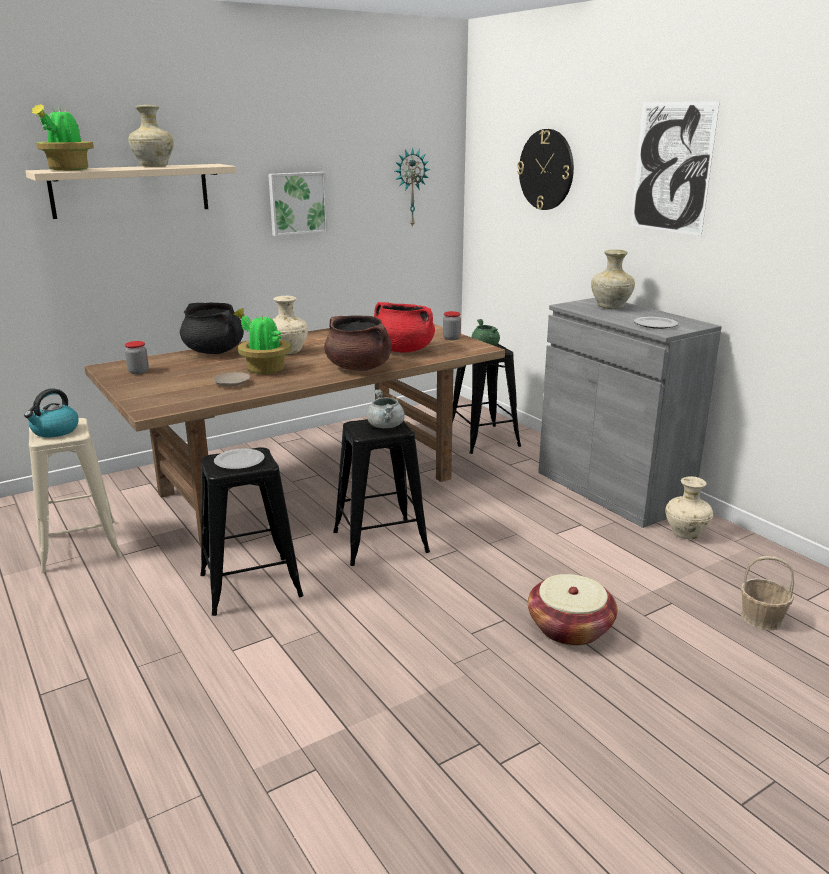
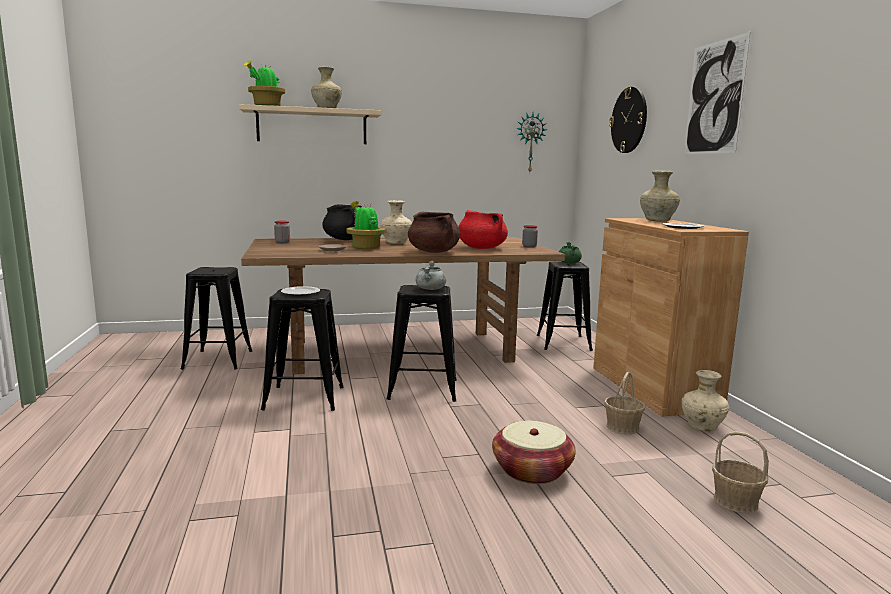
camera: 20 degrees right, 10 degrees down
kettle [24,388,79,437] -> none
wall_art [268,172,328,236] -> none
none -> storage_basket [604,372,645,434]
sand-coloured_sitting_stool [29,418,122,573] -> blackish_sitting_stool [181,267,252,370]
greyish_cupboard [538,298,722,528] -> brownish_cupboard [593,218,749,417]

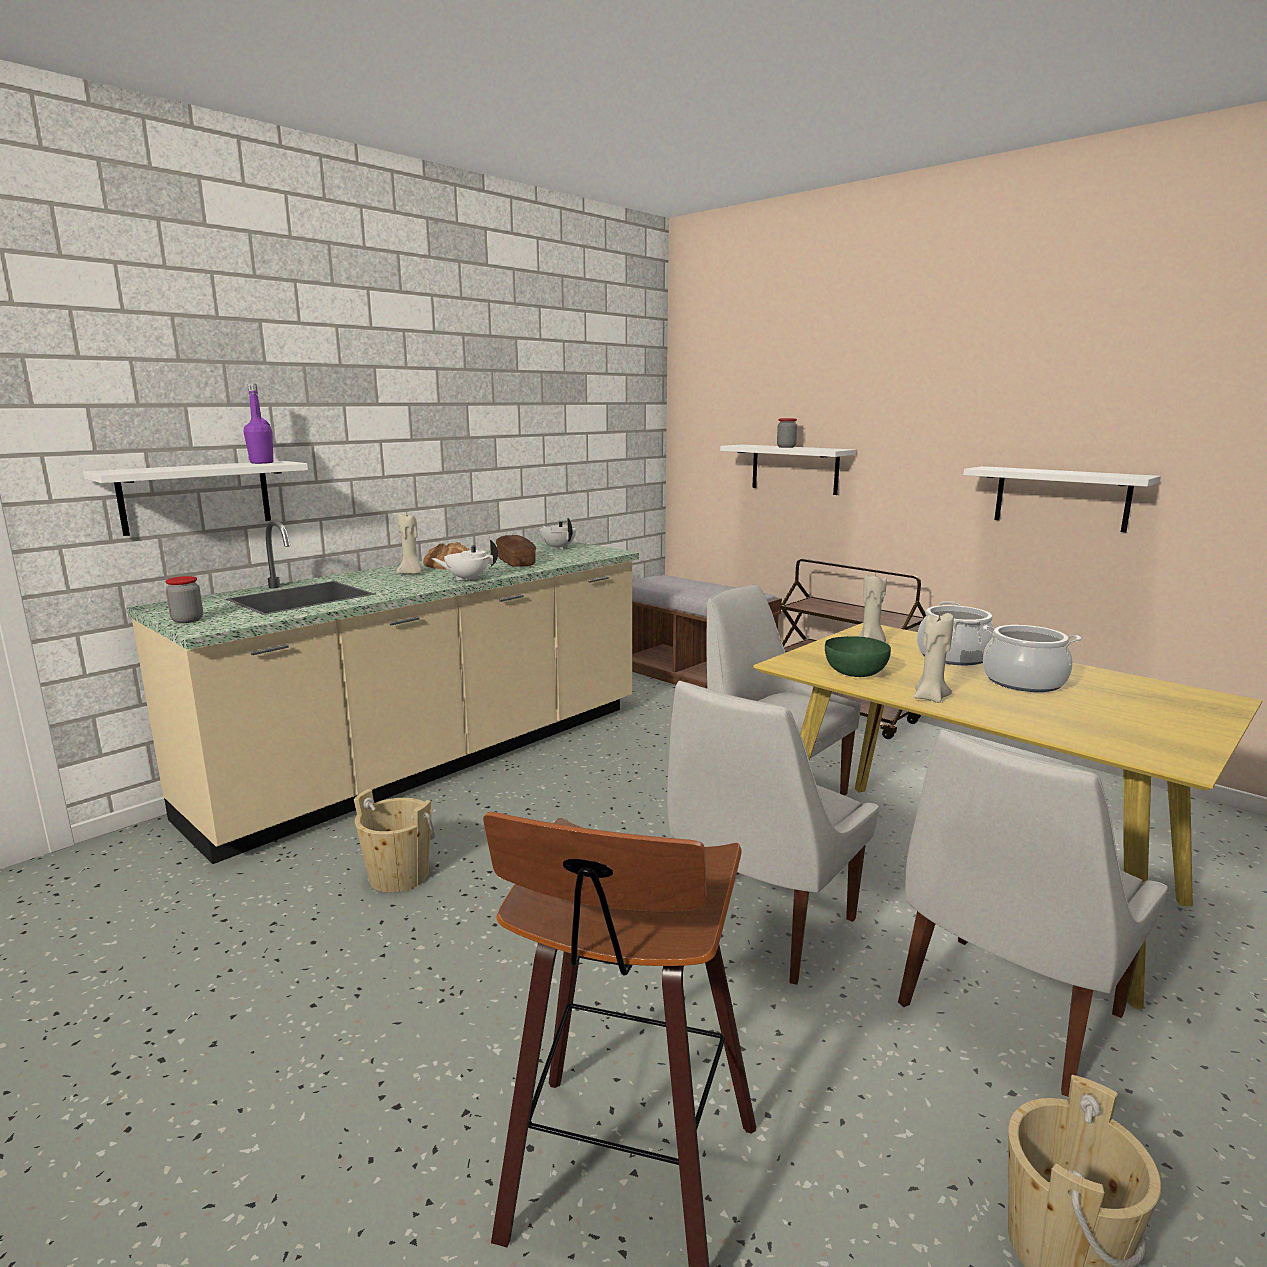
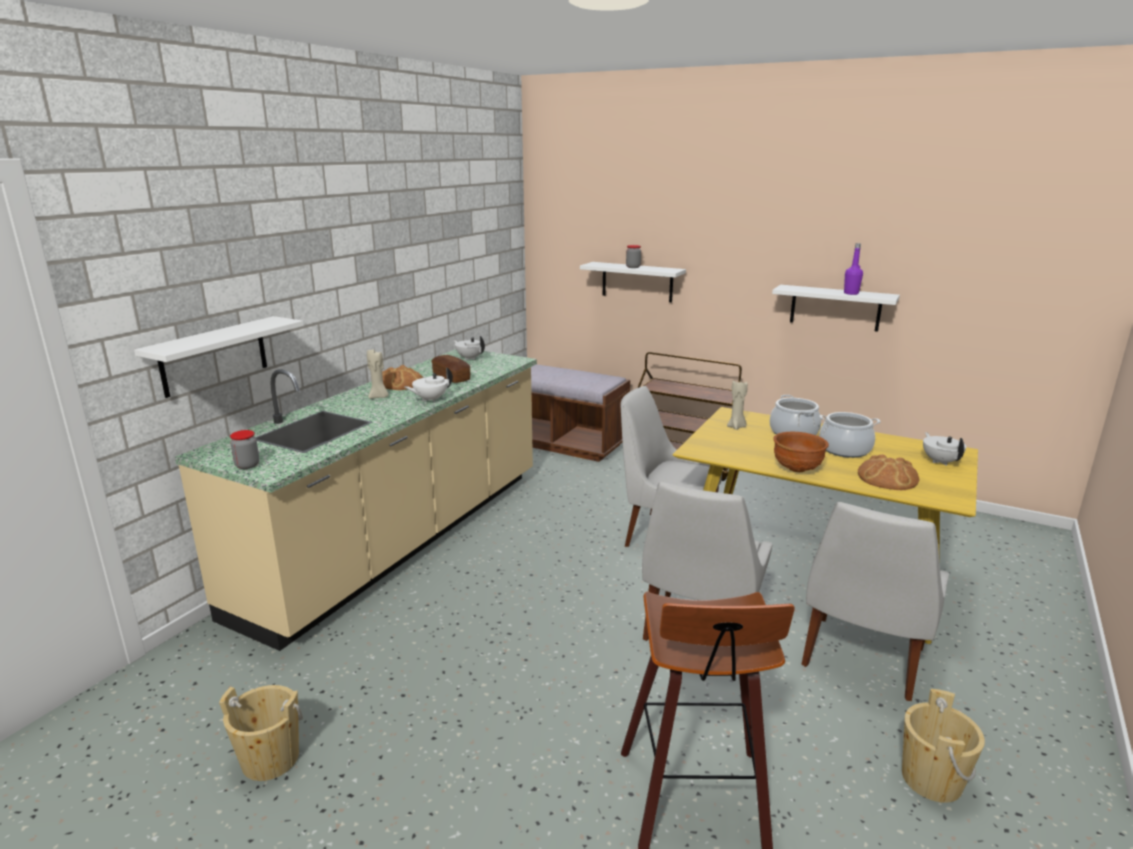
camera: 15 degrees left, 5 degrees up
green-coloured_deep_dish [825,636,891,677] -> none
none -> bread [858,454,919,490]
none -> white-coloured_teapot [923,432,966,466]
purplish_drink_bottle [244,384,273,464] -> purplish_drink_bottle [844,243,863,295], move
sand-coloured_bucket [354,789,435,893] -> sand-coloured_bucket [219,685,303,781], move
sand-coloured_wax_candle [913,613,954,703] -> brownish_deep_dish [774,432,829,472]

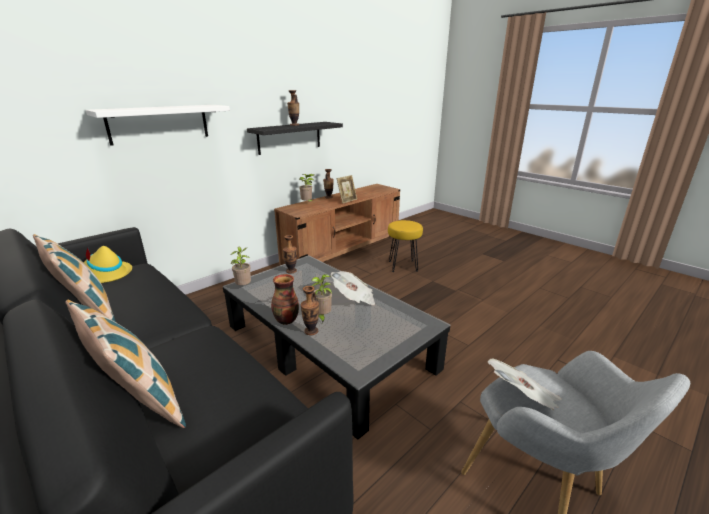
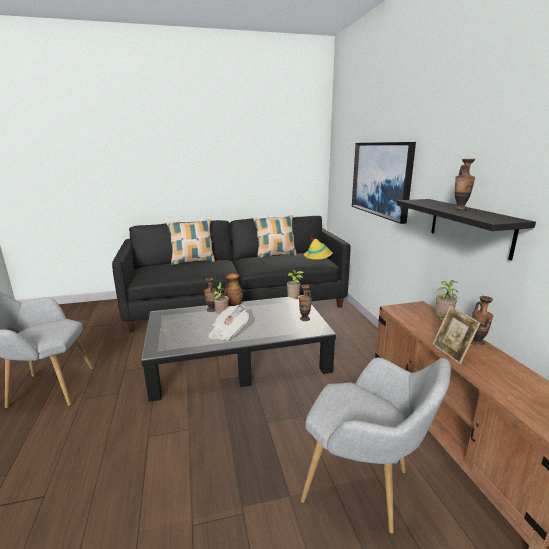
camera: 120 degrees right, 5 degrees down
printed_paper [488,358,562,410] -> none
white-coloured_shelf [86,105,230,146] -> wall_art [352,142,416,224]
yellowish_sitting_stool [388,220,423,272] -> greyish_easy_chair [301,358,451,533]

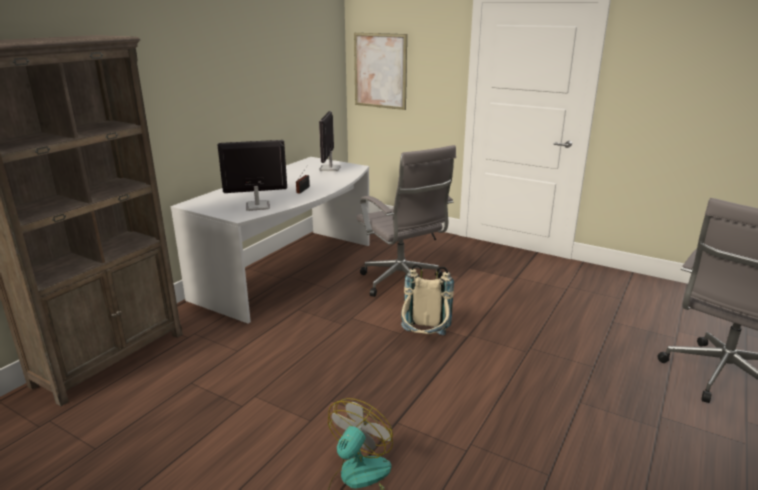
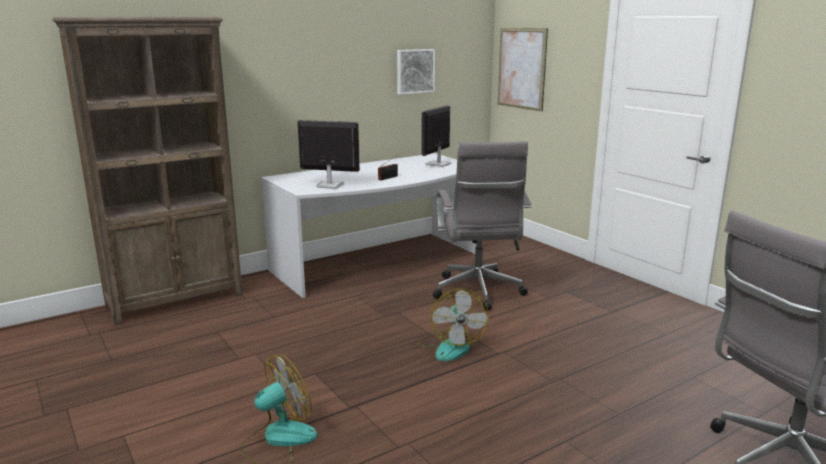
camera: 25 degrees right, 5 degrees down
none -> wall_art [397,49,435,95]
sand-coloured_backpack [401,264,454,335] -> cooling_fan [417,289,489,361]

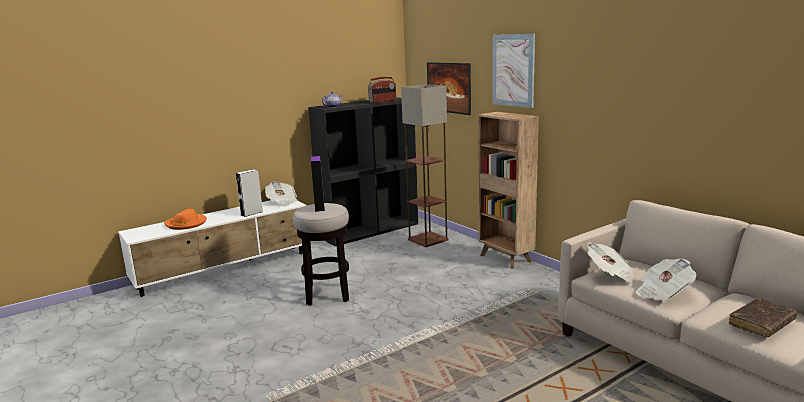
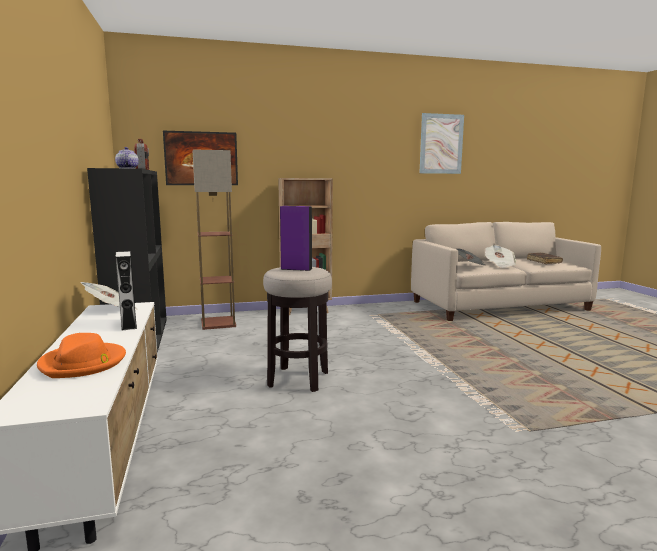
camera: 70 degrees left, 5 degrees down
wall_art [493,34,535,108] -> wall_art [420,113,464,174], move

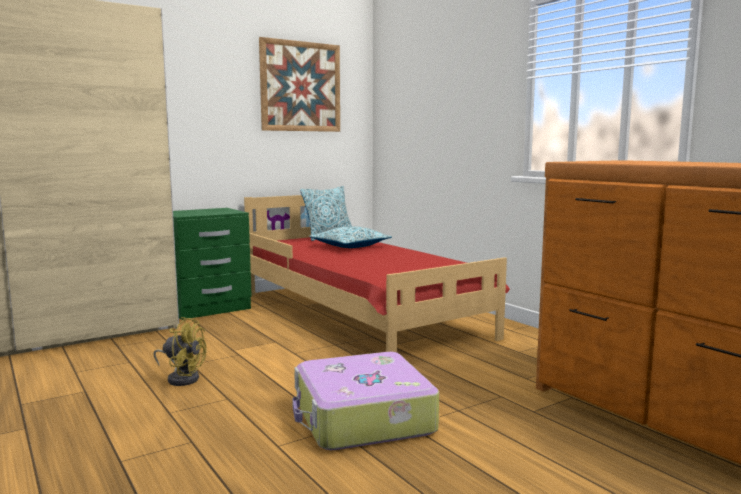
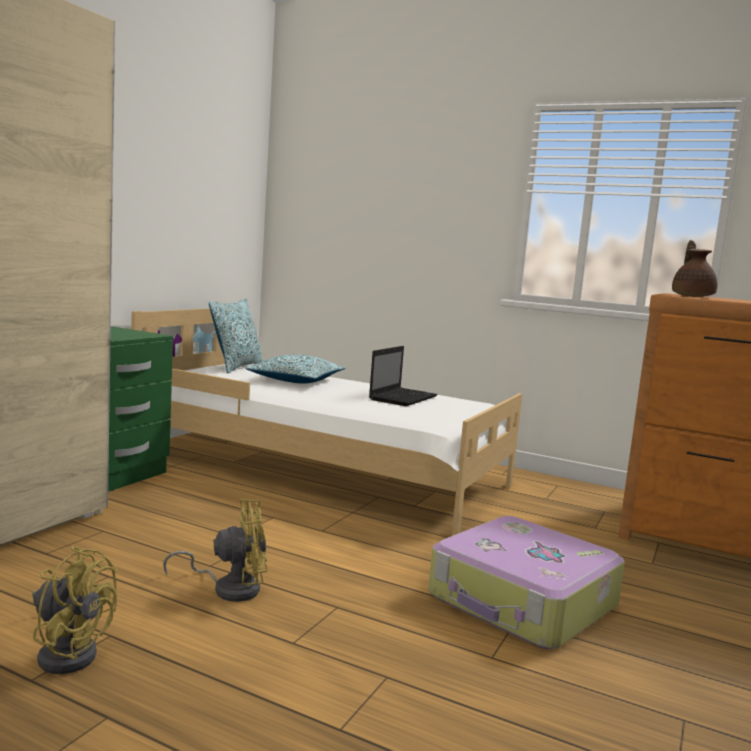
camera: 30 degrees left, 0 degrees up
wall_art [259,37,340,132] -> none
none -> yellowish_cooling_fan [32,546,117,674]
none -> notebook_computer [369,346,438,406]
none -> brownish_teapot [672,240,717,297]
red-coloured_bedroom_bed [244,195,510,352] -> white-coloured_bedroom_bed [131,308,522,535]

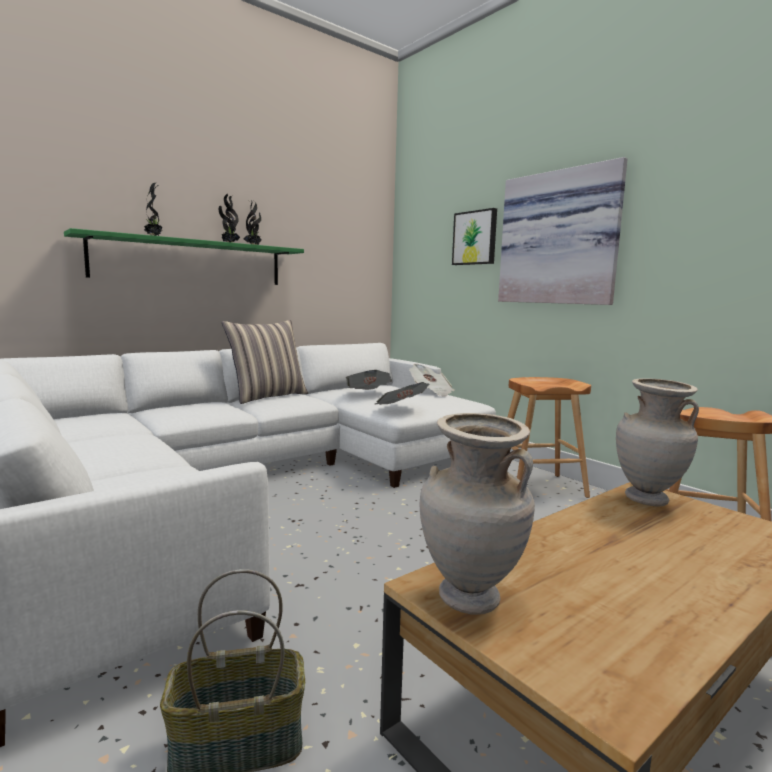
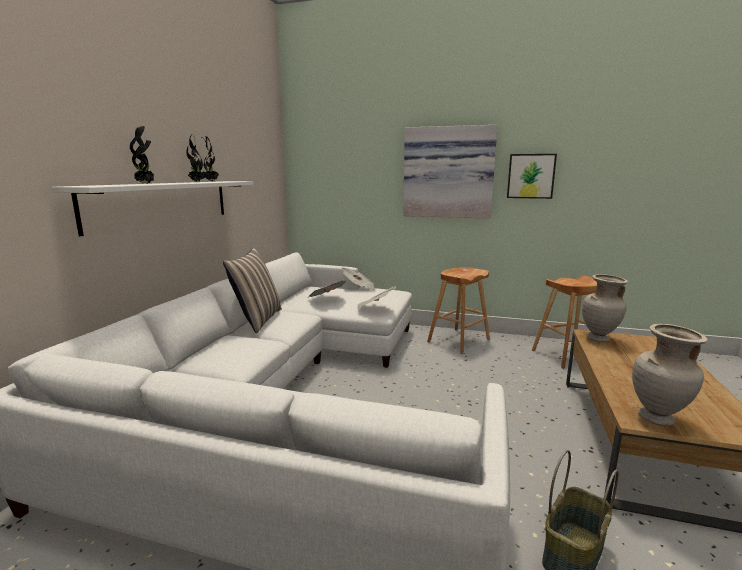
camera: 35 degrees left, 5 degrees up
wall_art [452,208,497,265] -> wall_art [507,154,557,199], move
green-coloured_shelf [64,228,304,285] -> white-coloured_shelf [52,181,253,236]

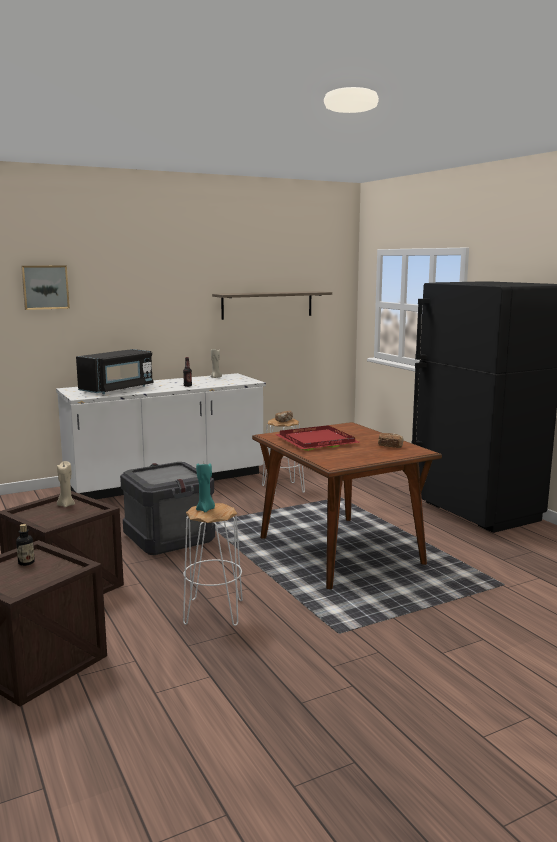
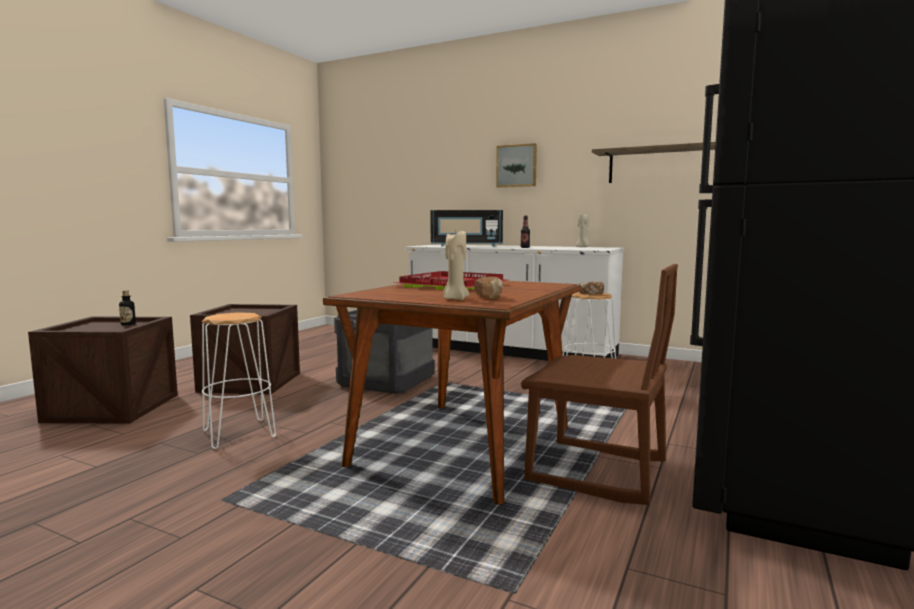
camera: 55 degrees right, 5 degrees down
blue-green_wax_candle [196,463,215,512] -> none
none -> brownish_plain_chair [521,264,678,505]
wall_art [21,266,70,310] -> wall_art [496,143,537,187], move
sand-coloured_wax_candle [57,461,75,507] -> sand-coloured_wax_candle [443,231,469,300], move

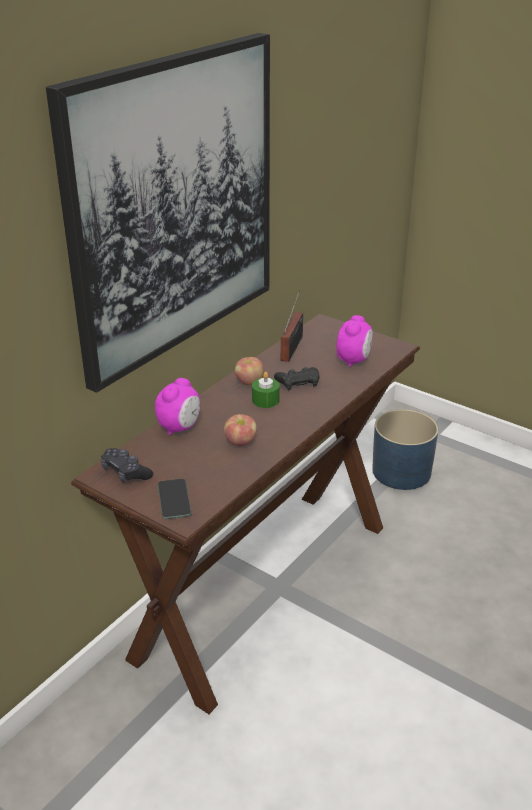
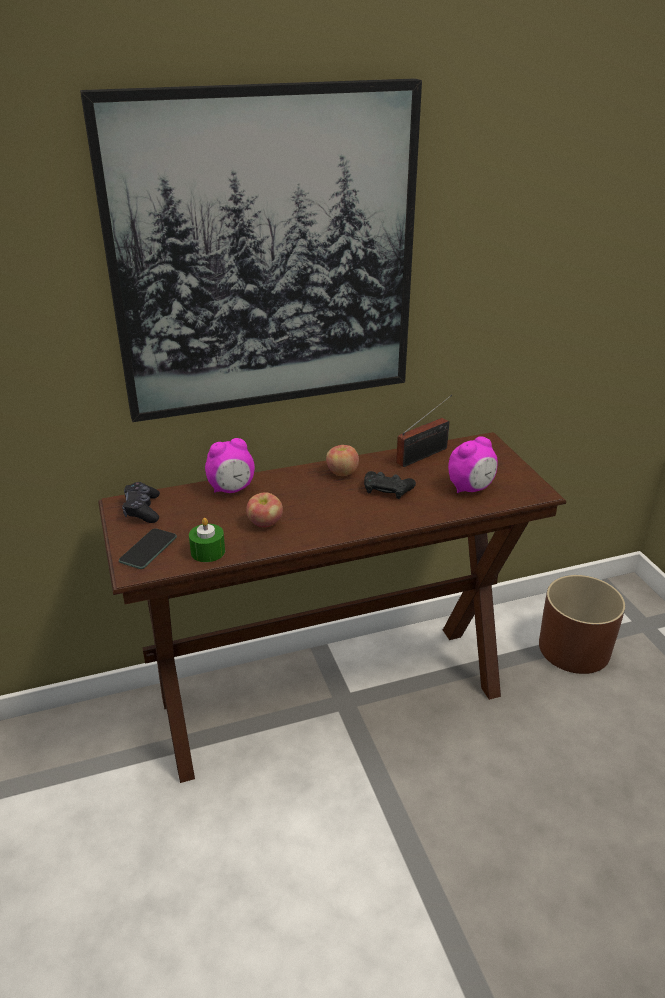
camera: 35 degrees right, 0 degrees up
green-coloured_wax_candle [252,372,280,408] -> green-coloured_wax_candle [189,518,225,562], move
bluish_plant_pot [372,409,438,490] -> brownish_plant_pot [539,575,625,674]

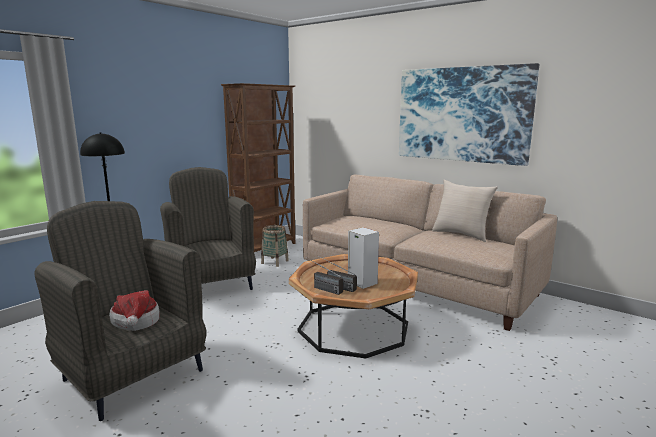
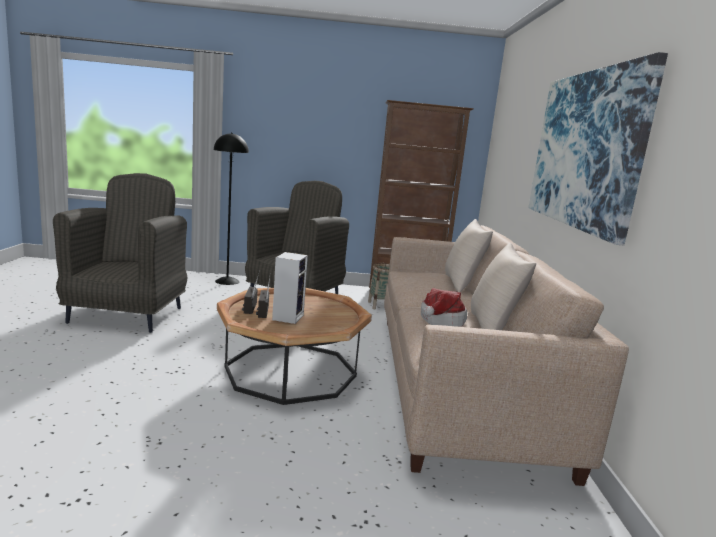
camera: 50 degrees right, 0 degrees up
none -> sand-coloured_throw_pillow [445,219,493,292]
hat [109,290,159,331] -> hat [421,288,467,327], move

